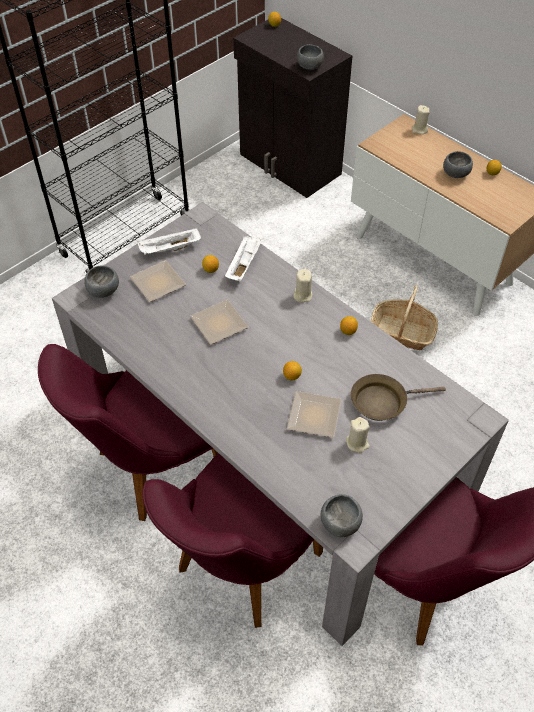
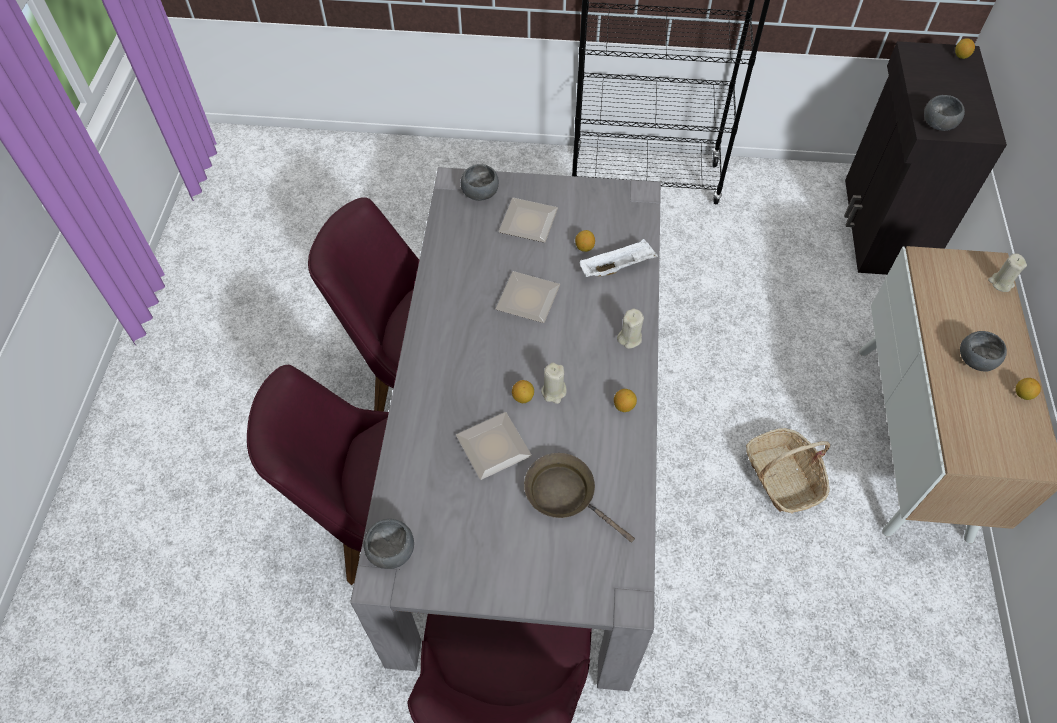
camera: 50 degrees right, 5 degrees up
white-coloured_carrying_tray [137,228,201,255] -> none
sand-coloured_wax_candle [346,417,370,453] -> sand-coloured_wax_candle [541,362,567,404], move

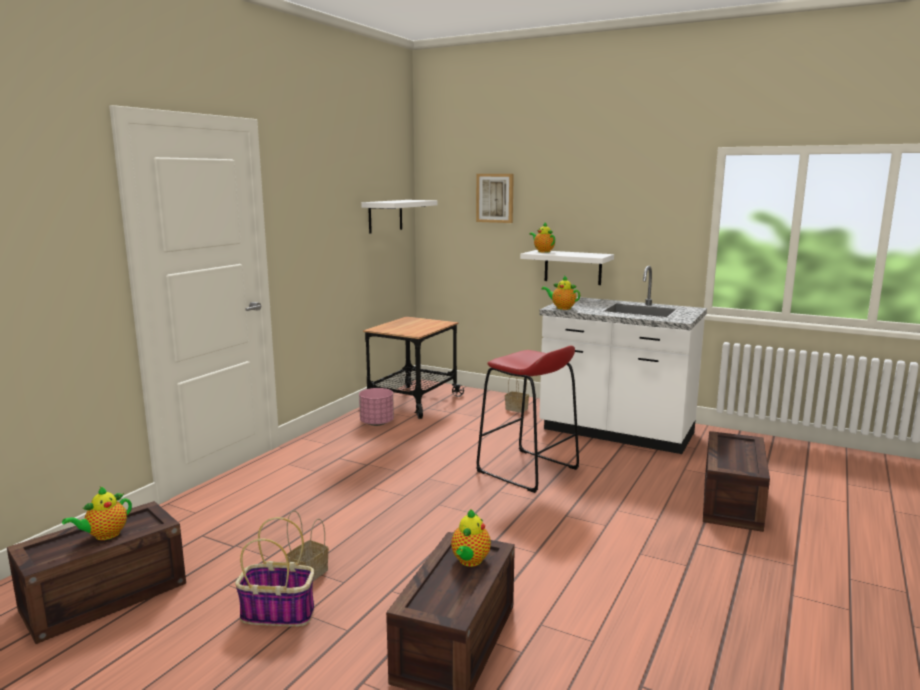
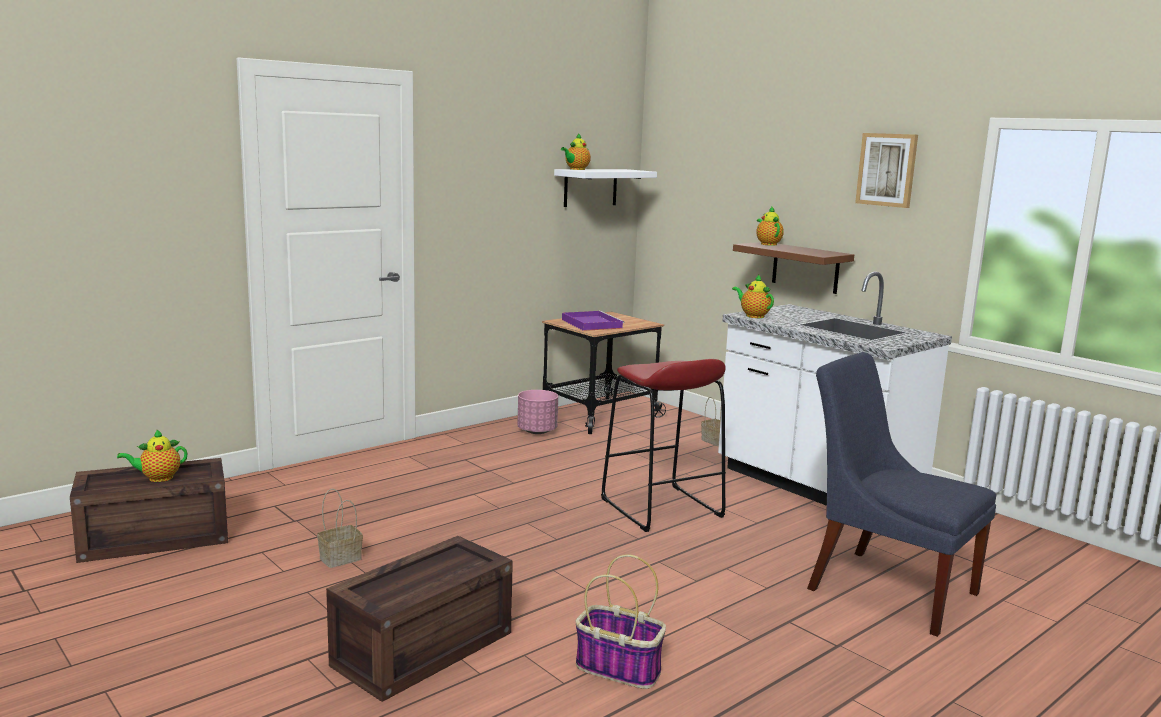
camera: 20 degrees right, 0 degrees up
none -> purplish_carrying_tray [562,311,625,331]
storage_basket [235,517,314,627] -> storage_basket [575,554,666,689], move
teapot [451,509,491,567] -> teapot [561,133,591,170], move
wall_art [476,174,514,223] -> wall_art [855,133,918,208], move
shipping_crate [703,431,770,532] -> bluish_plain_chair [807,352,996,637]
white-coloured_shelf [520,250,614,285] -> brownish_shelf [733,242,854,294]

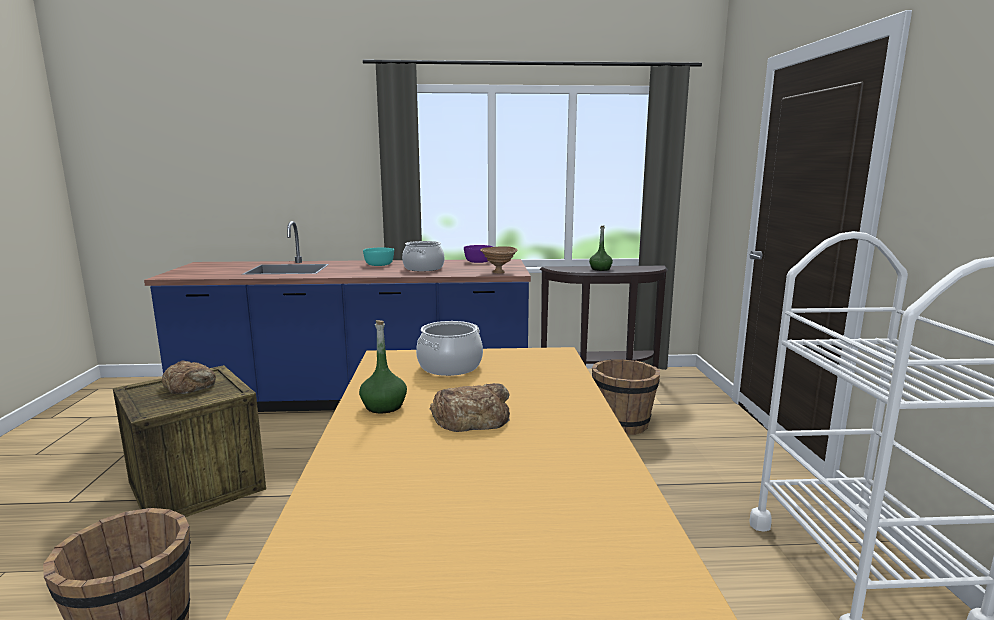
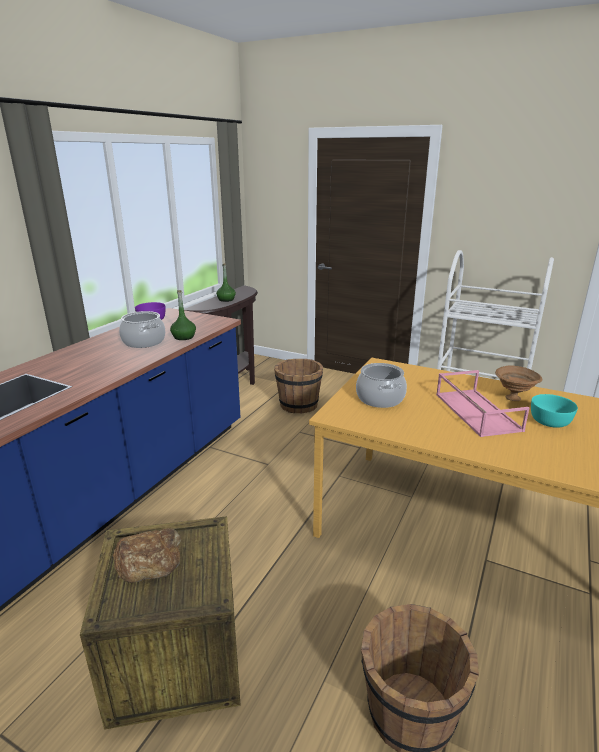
camera: 60 degrees left, 10 degrees up
green-coloured_drink_bottle [359,320,407,413] -> green-coloured_drink_bottle [170,290,196,340], move
blue-green_deep_dish [363,248,394,266] -> blue-green_deep_dish [531,394,578,428], move
brownish_deep_dish [480,246,518,274] -> brownish_deep_dish [495,366,543,401], move
bread [430,383,510,432] -> pink-coloured_carrying_tray [436,370,529,437]

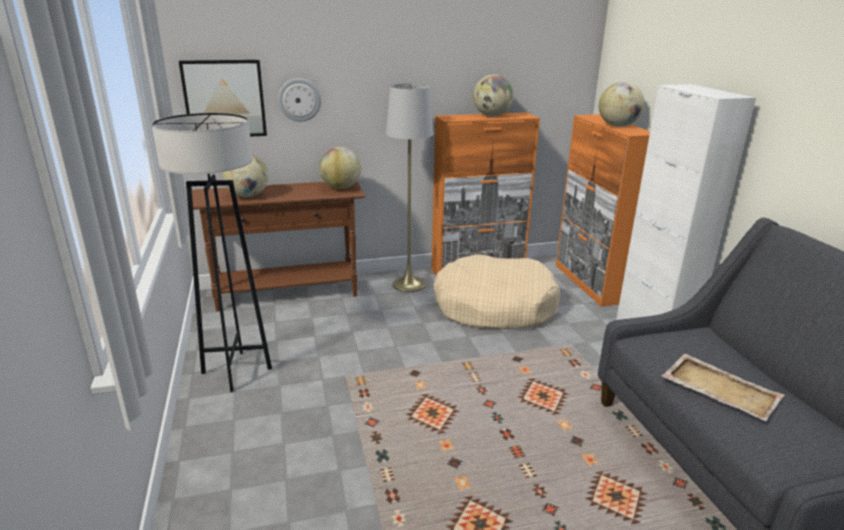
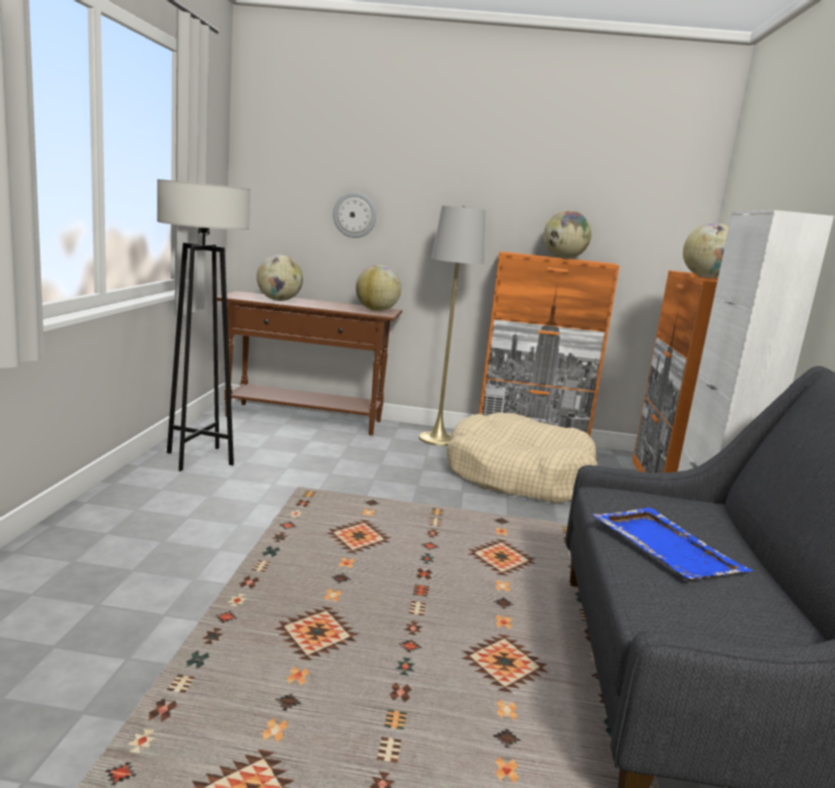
camera: 20 degrees right, 10 degrees down
wall_art [179,60,267,137] -> none
sand-coloured_carrying_tray [661,354,785,421] -> bluish_carrying_tray [592,508,753,581]

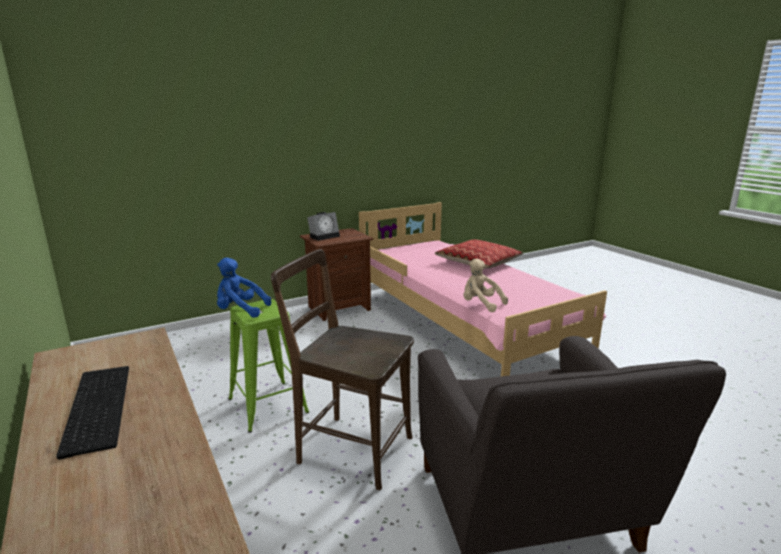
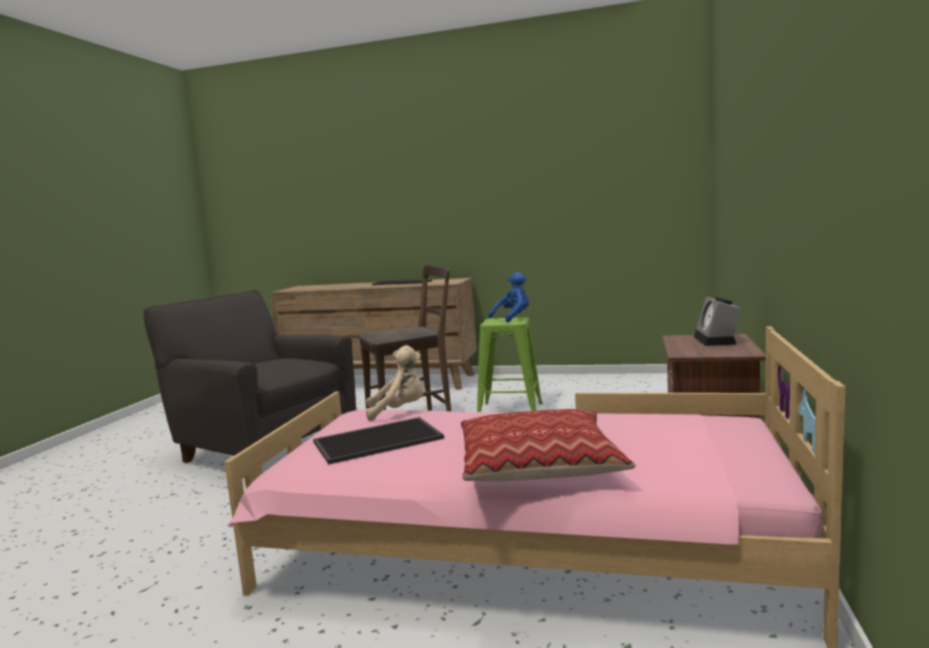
camera: 135 degrees right, 10 degrees down
none -> carrying_tray [313,417,444,464]

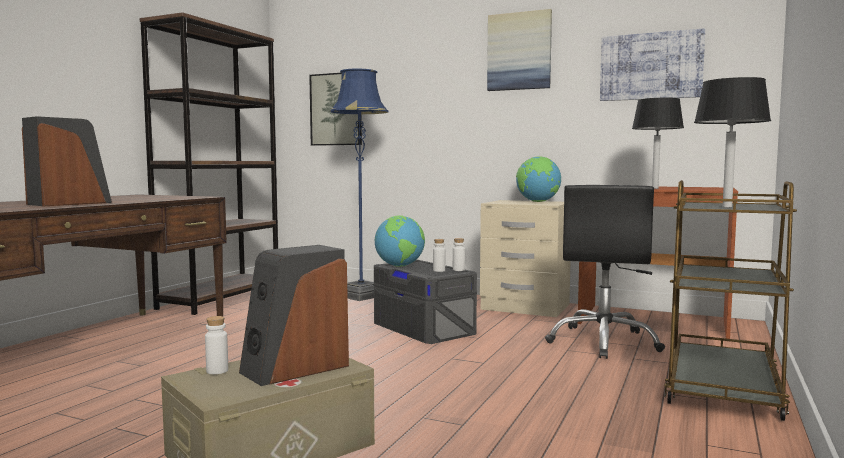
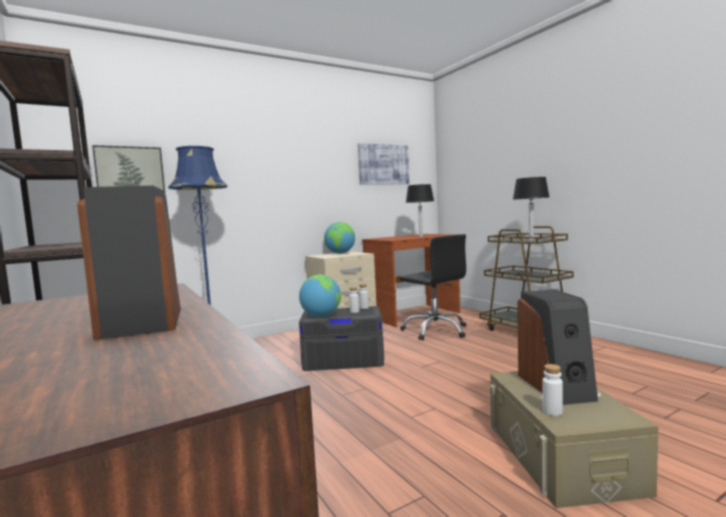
camera: 55 degrees left, 0 degrees up
wall_art [487,9,552,91] -> none

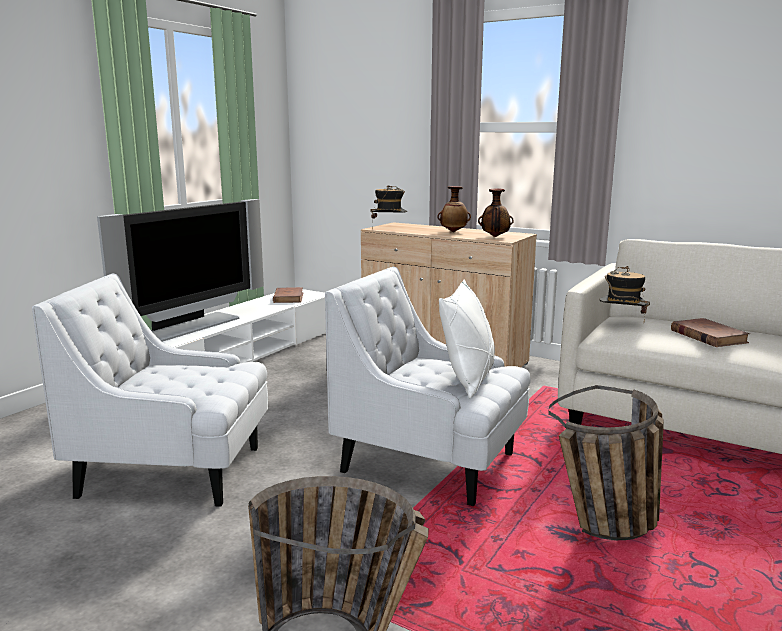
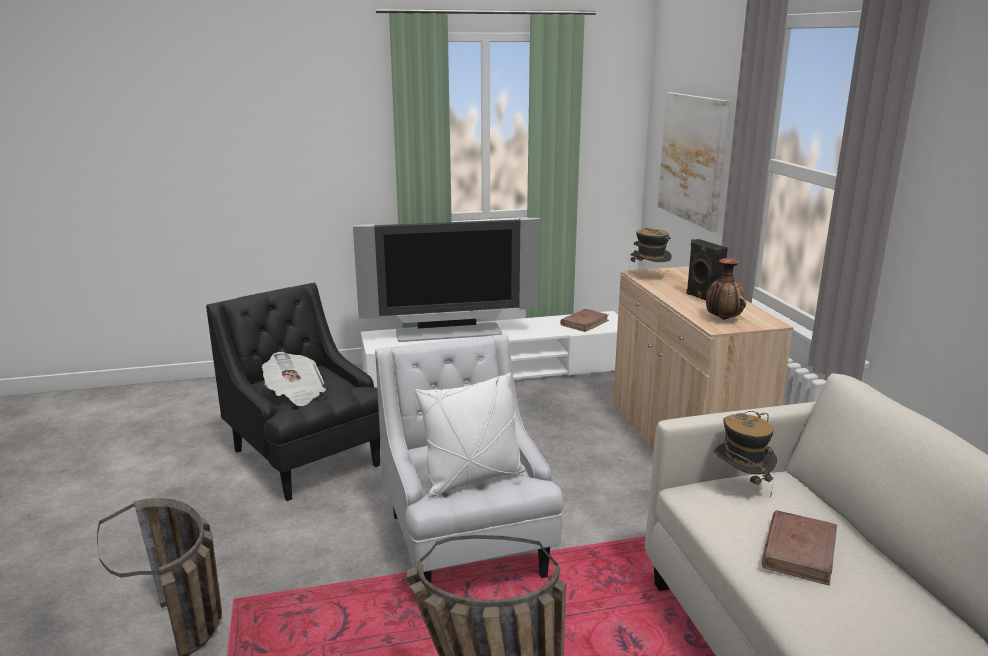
camera: 45 degrees right, 5 degrees up
none -> printed_paper [262,352,326,406]
none -> wall_art [658,92,730,232]
flower_vase [437,186,471,232] -> blackish_loudspeaker [686,239,728,301]
white-coloured_easy_chair [32,274,268,507] -> blackish_easy_chair [206,283,380,501]

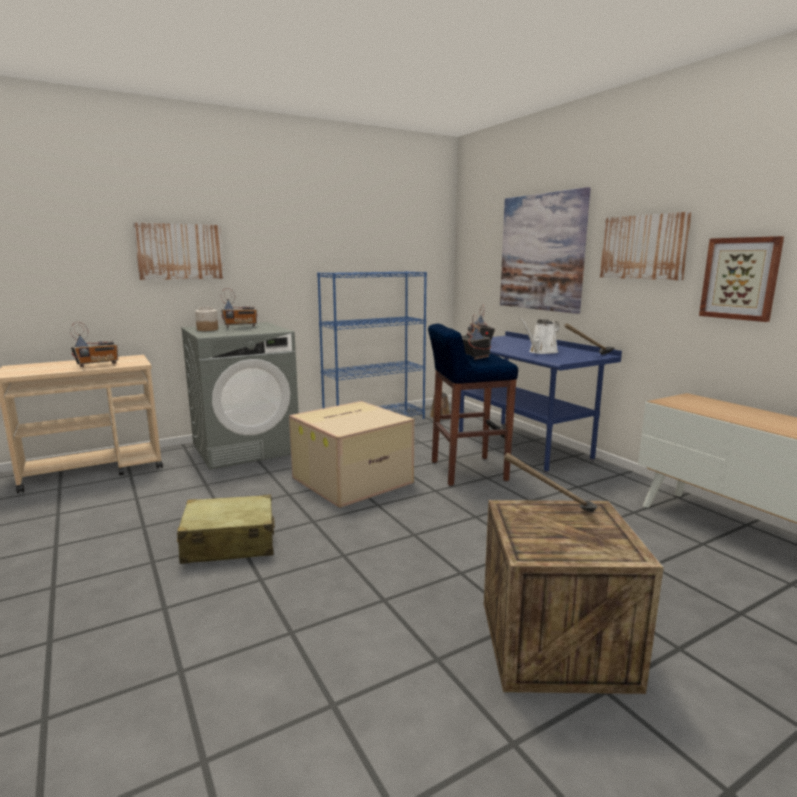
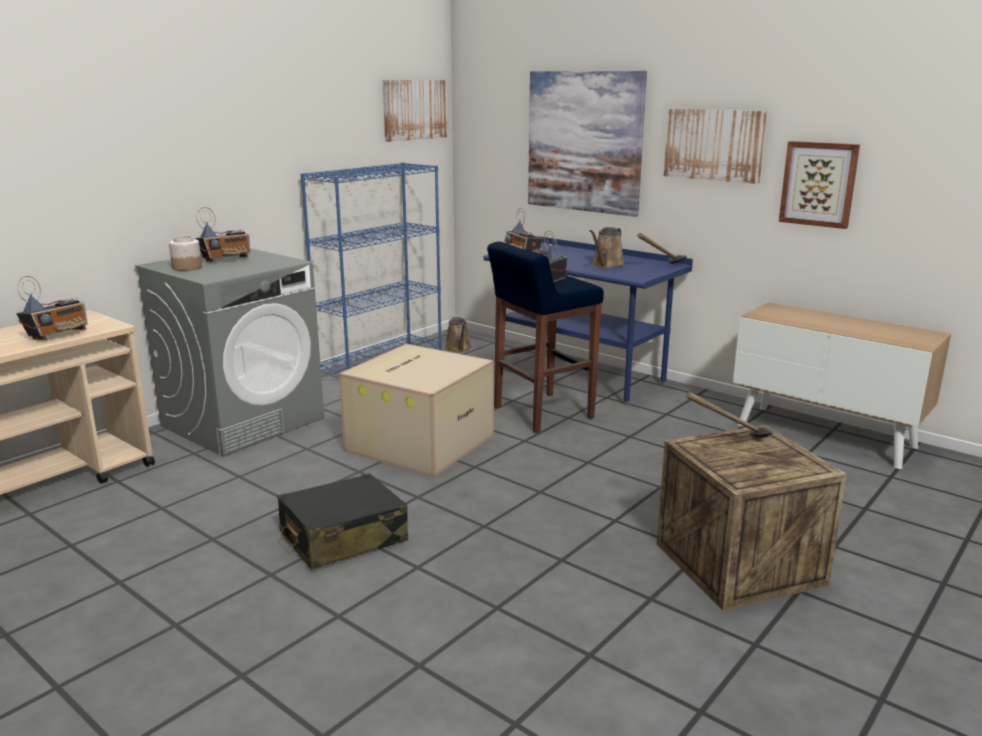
camera: 20 degrees left, 5 degrees up
wall_art [133,223,224,280] -> wall_art [383,80,448,142], move
sand-coloured_suitcase [177,494,275,564] -> blackish_suitcase [278,473,408,569]
white-coloured_sprinkling_can [519,318,559,354] -> brownish_sprinkling_can [590,227,625,268]

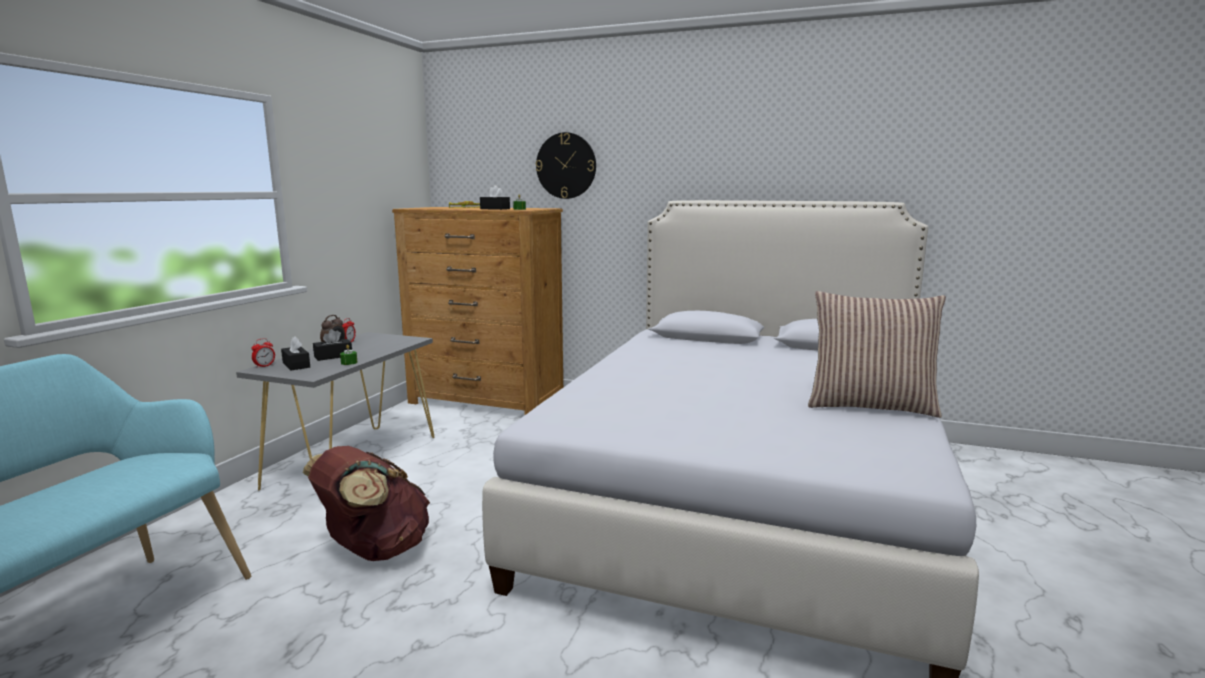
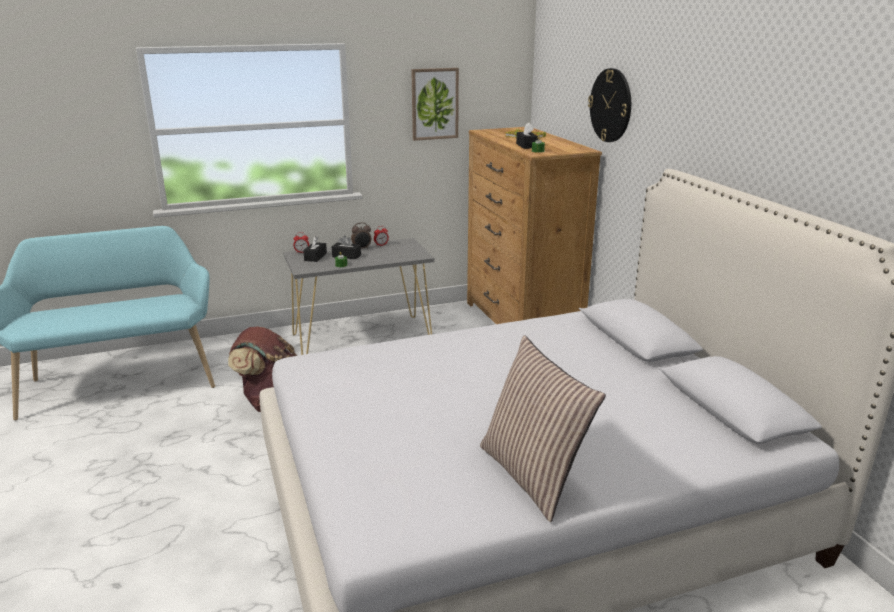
camera: 50 degrees right, 10 degrees up
none -> wall_art [411,68,459,141]

